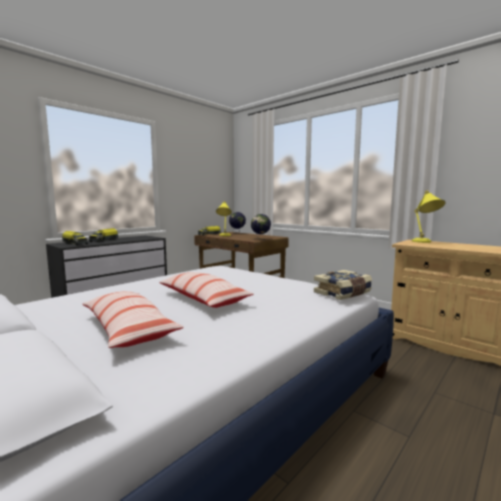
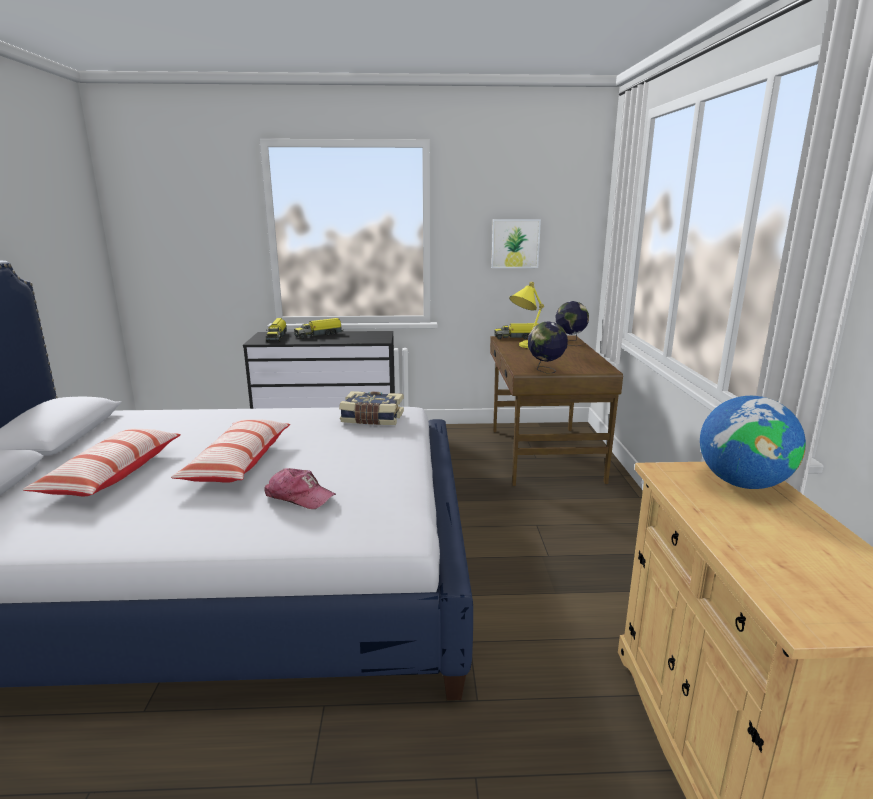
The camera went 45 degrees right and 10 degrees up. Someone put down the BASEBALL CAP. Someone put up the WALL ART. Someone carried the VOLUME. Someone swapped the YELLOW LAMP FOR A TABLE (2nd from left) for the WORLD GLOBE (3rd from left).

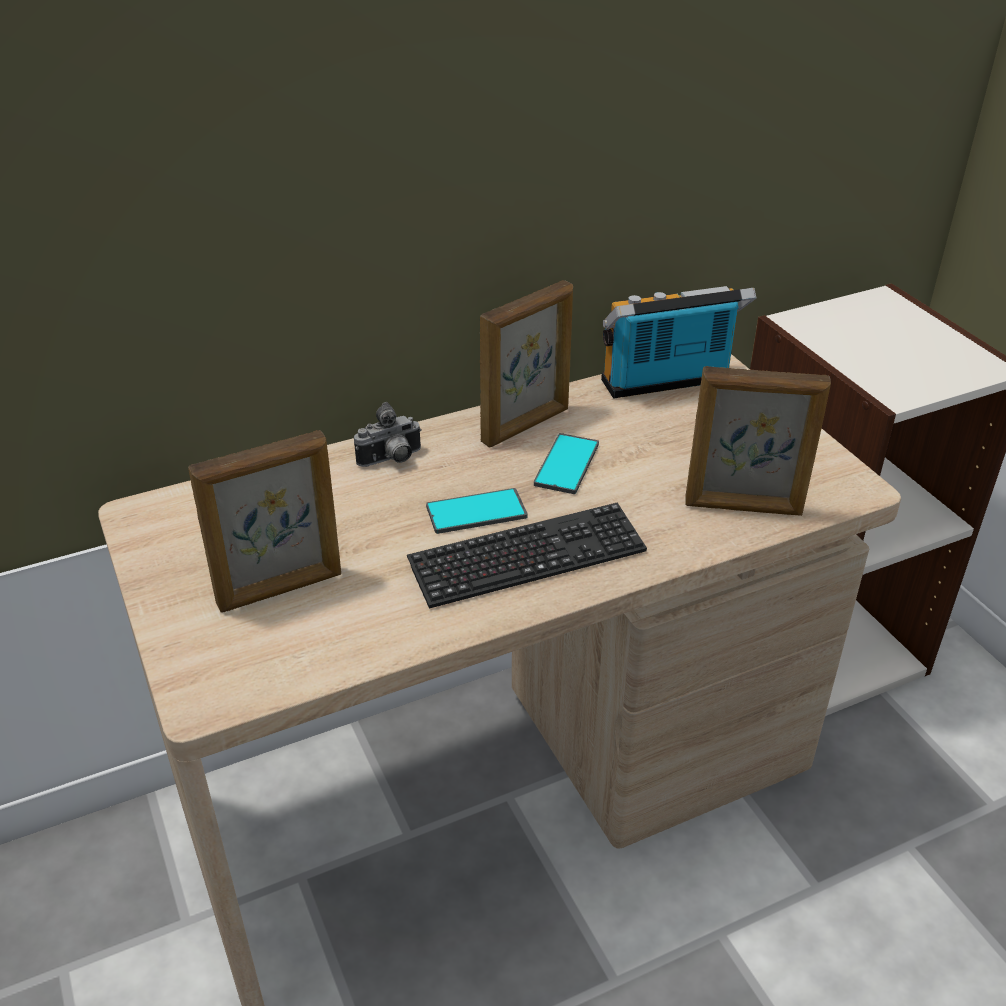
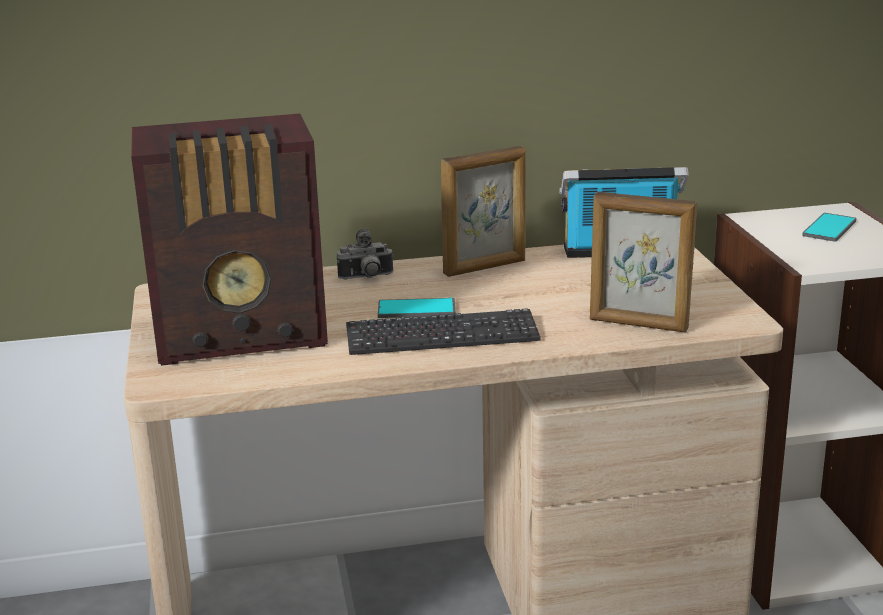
The camera went 15 degrees right and 15 degrees down. Someone carried the HANDSET (2nd from left). Someone swapped the PICTURE FRAME (1st from left) for the RADIO SET (1st from left).

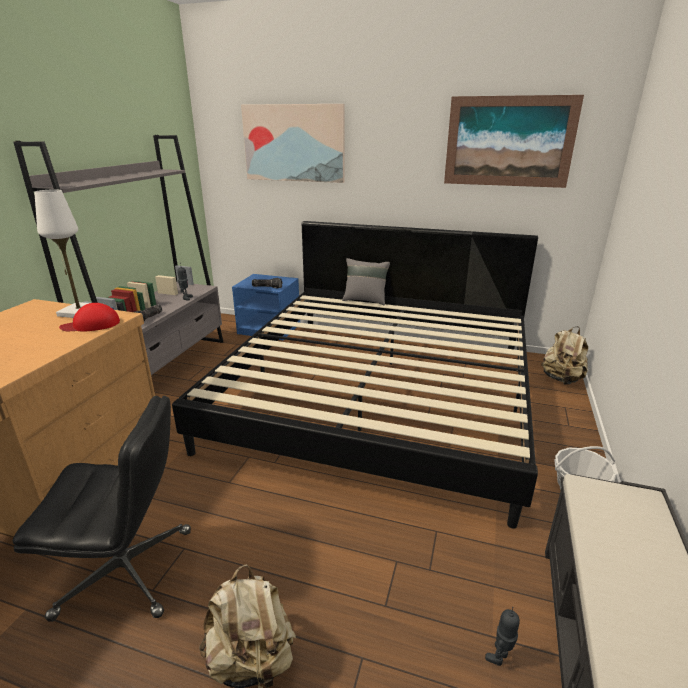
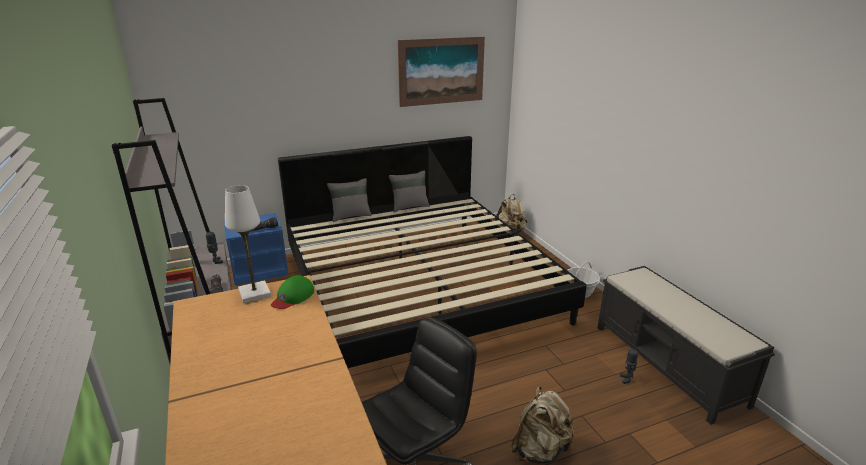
The camera went 40 degrees left and 0 degrees up. Someone took away the WALL ART (1st from left). Someone put down the GREY PILLOW (2nd from left). Someone repainted the REDDISH BASEBALL CAP, which became the GREEN-COLOURED BASEBALL CAP.

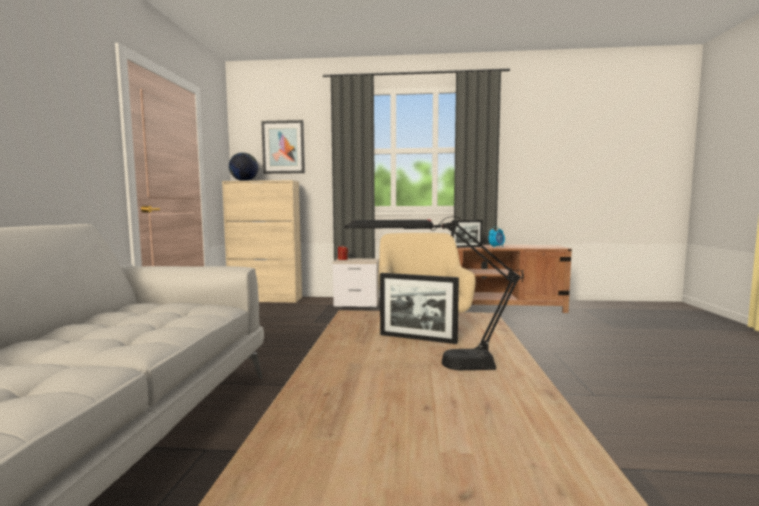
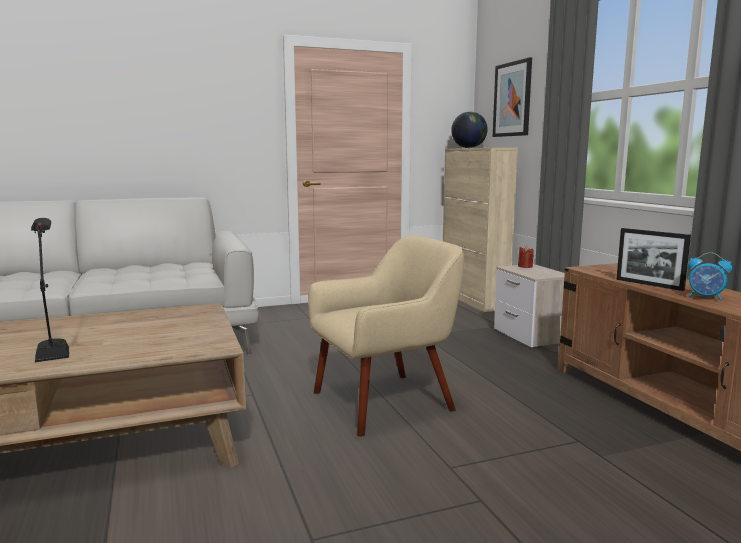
The camera went 65 degrees right and 5 degrees up. Someone took away the PICTURE FRAME (1st from left).

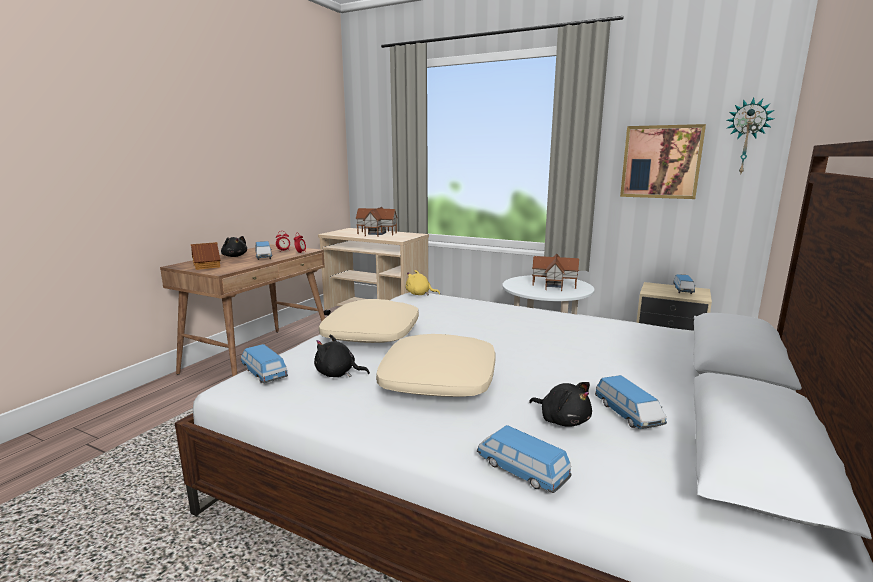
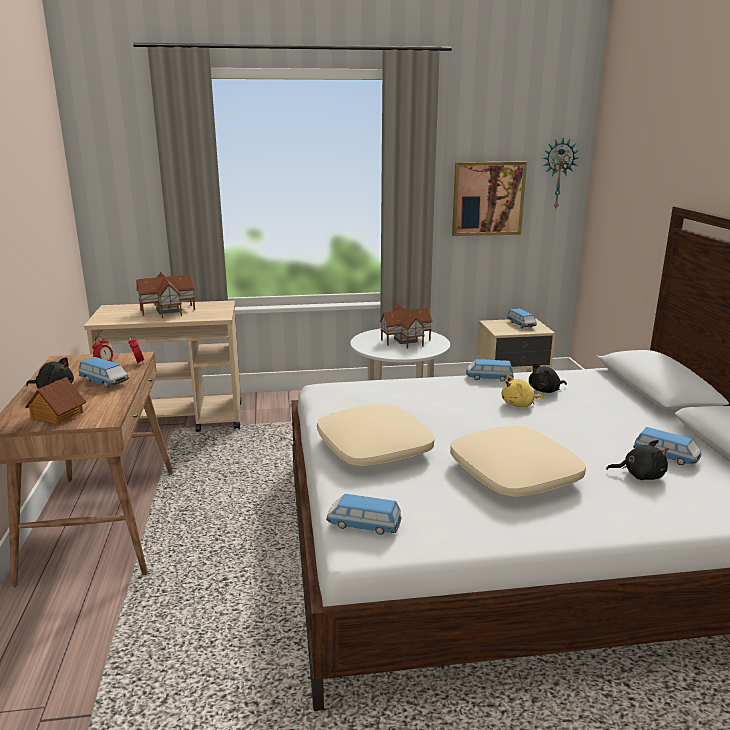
The camera went 35 degrees left and 5 degrees up. Someone carried the BLACK-COLOURED PLUSH TOY (2nd from left). Someone carried the YELLOW PLUSH TOY. Someone carried the MINIATURE CAR (3rd from left).

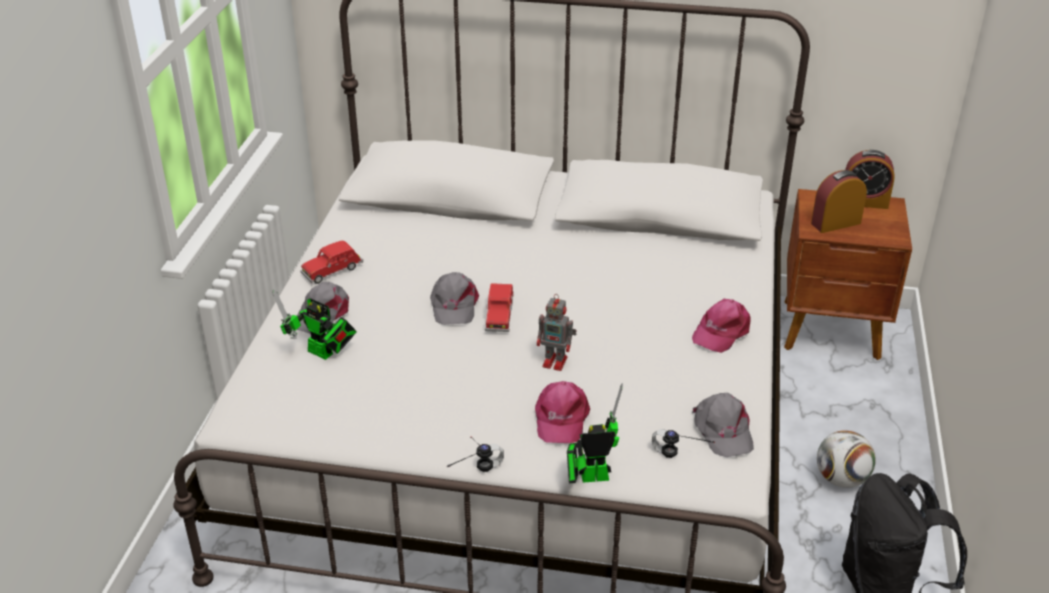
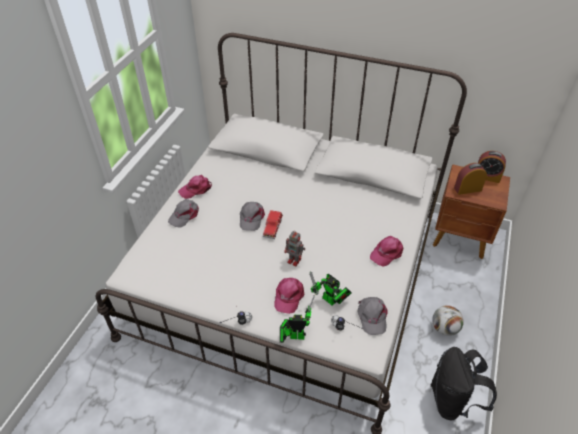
The camera went 10 degrees right and 10 degrees up. Someone carried the ROBOT FIGURE (1st from left in the first image). Someone swapped the REDDISH MINIATURE CAR (1st from left) for the PINK-COLOURED BASEBALL CAP (1st from left).

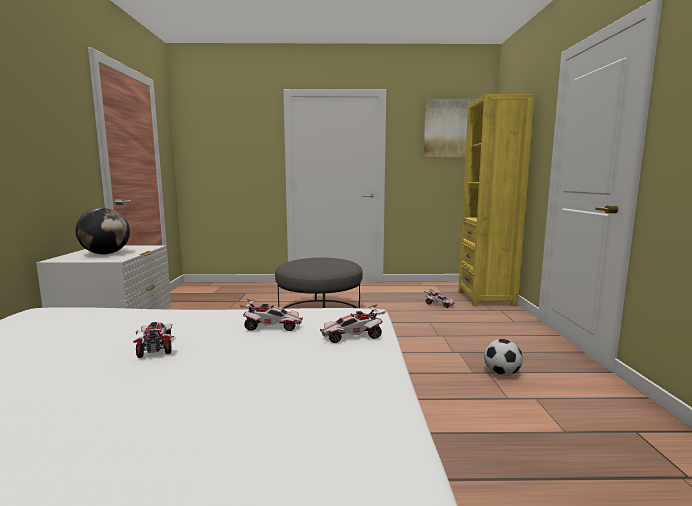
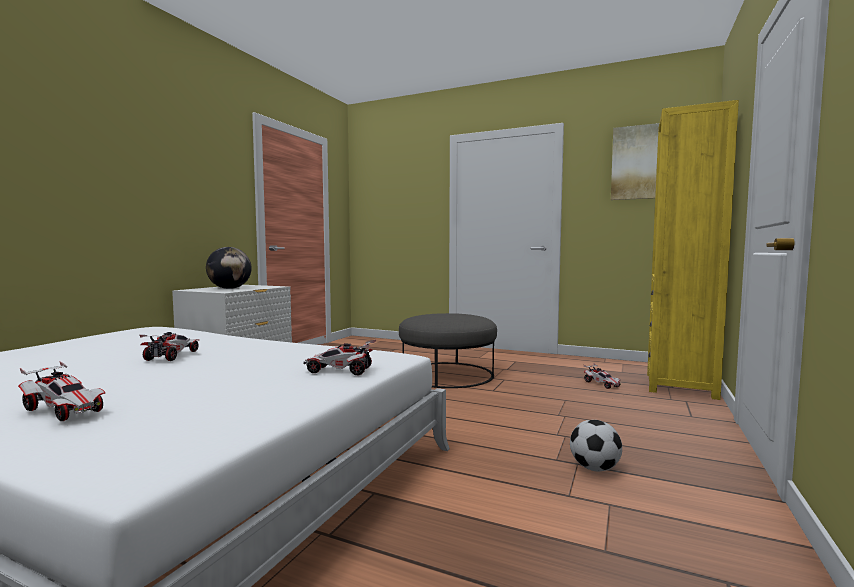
The camera went 25 degrees right and 5 degrees down. Someone carried the MINIATURE CAR (2nd from left in the first image).

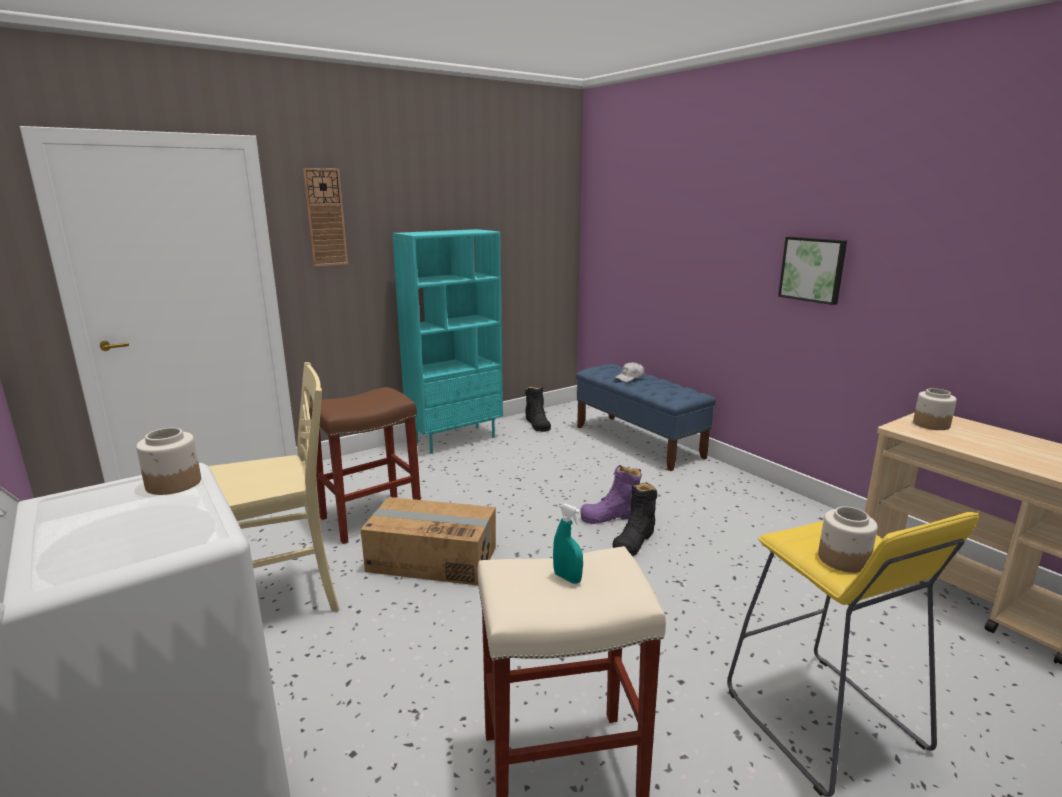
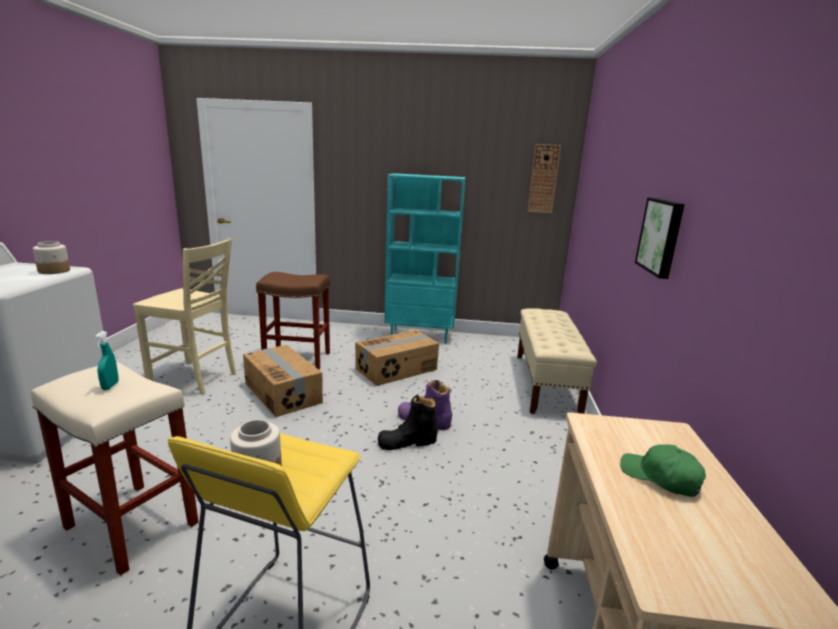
The camera went 40 degrees right and 0 degrees up. Someone took away the BLACK-COLOURED TALL BOOT (1st from left). Someone took away the WHITE BASEBALL CAP. Someone took away the JAR (3rd from left). Someone put down the CARDBOARD BOX (2nd from left). Someone put down the GREEN-COLOURED BASEBALL CAP. Someone carried the HANGING CLOCK. Someone repainted the BLUE INDOOR BENCH, which became the BEIGE-COLOURED INDOOR BENCH.

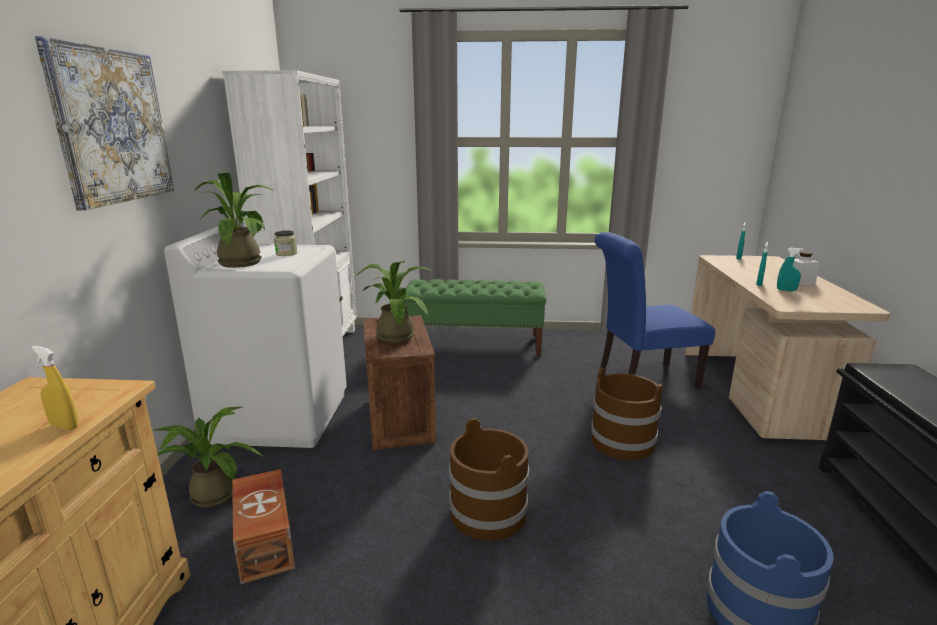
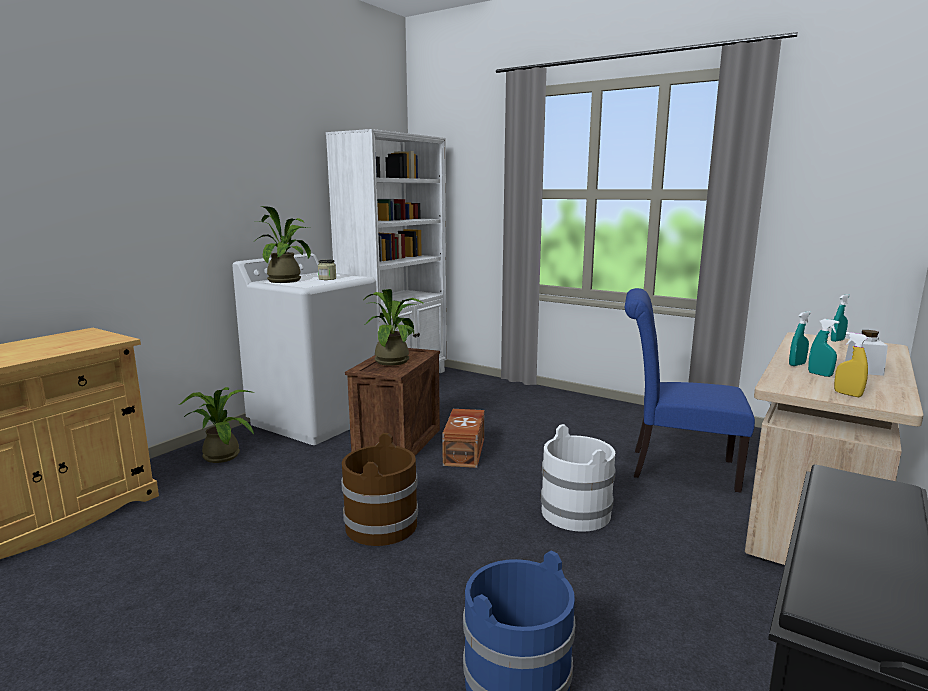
The camera went 30 degrees right and 5 degrees down. Someone took away the WALL ART. Someone took away the GREEN-COLOURED INDOOR BENCH. Someone carried the YELLOW SPRAY BOTTLE. Someone carried the BROWNISH STORAGE CONTAINER. Someone repainted the BROWNISH PAIL (2nd from left), which became the WHITE PAIL.

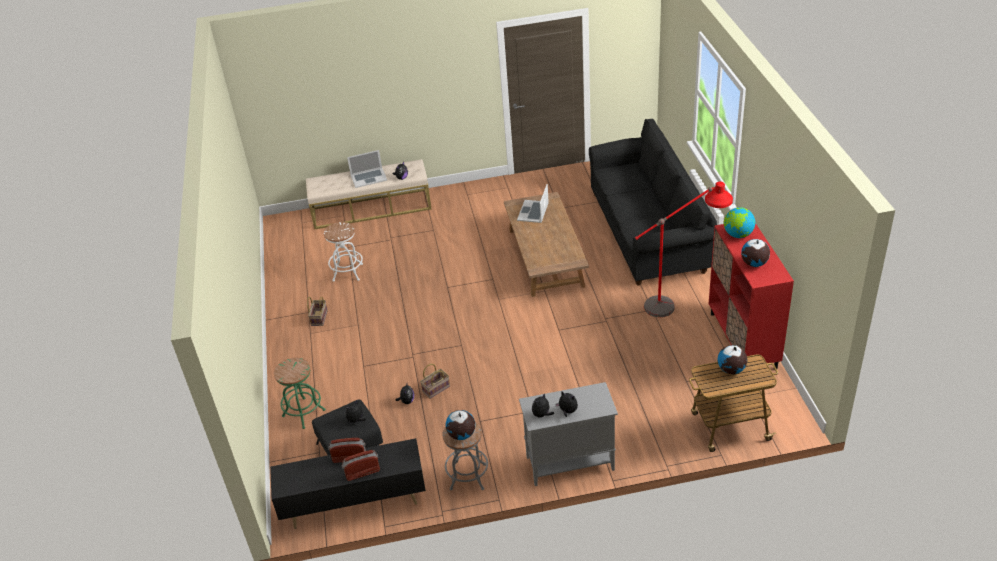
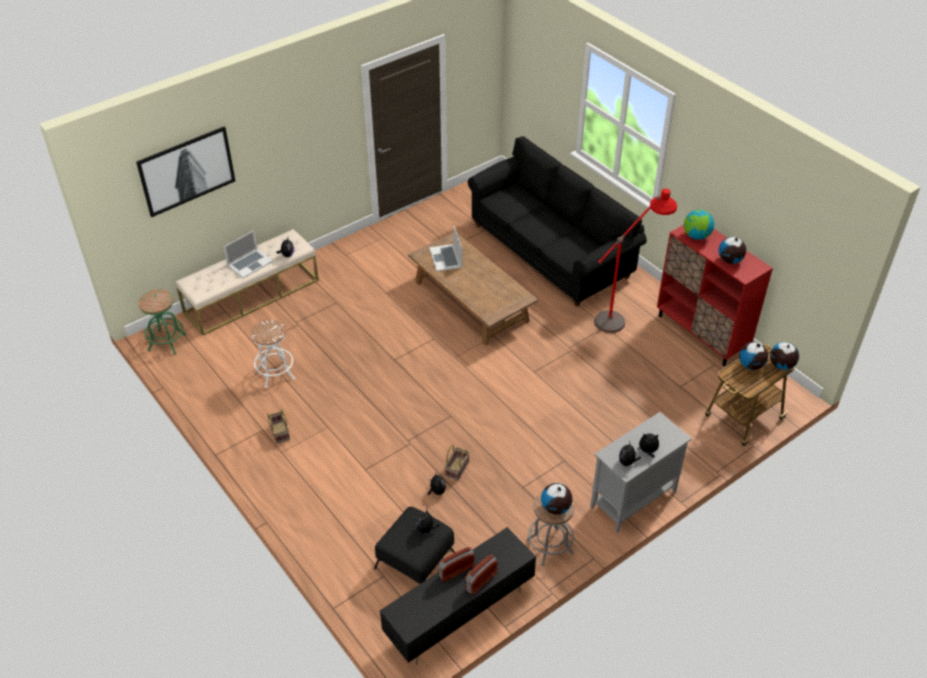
The camera went 30 degrees left and 5 degrees up. Someone put up the WALL ART. Someone put down the WORLD GLOBE (5th from left). Someone carried the GREEN-COLOURED STOOL.

